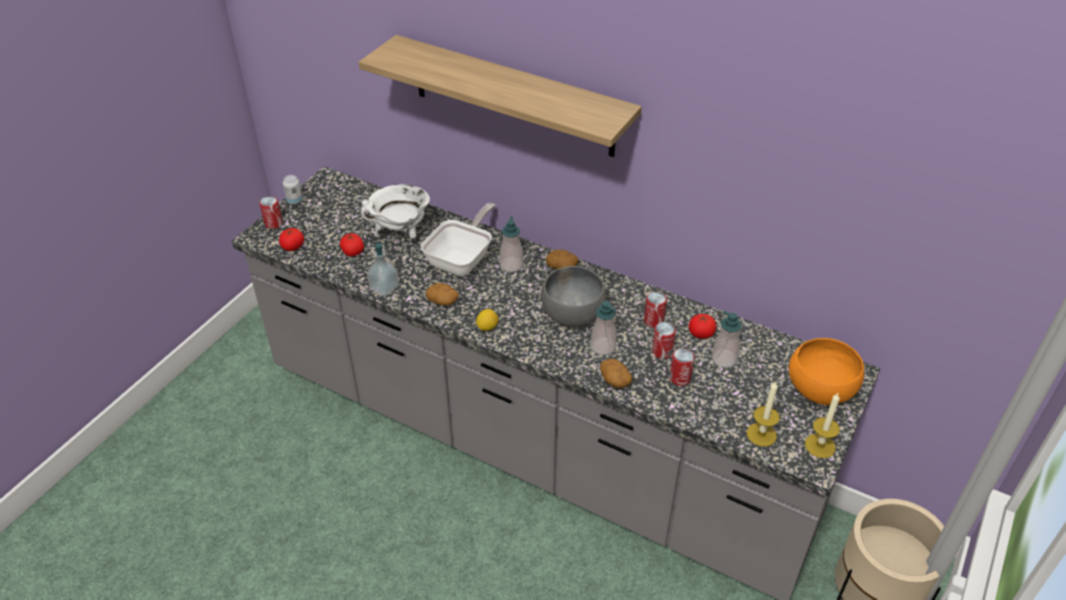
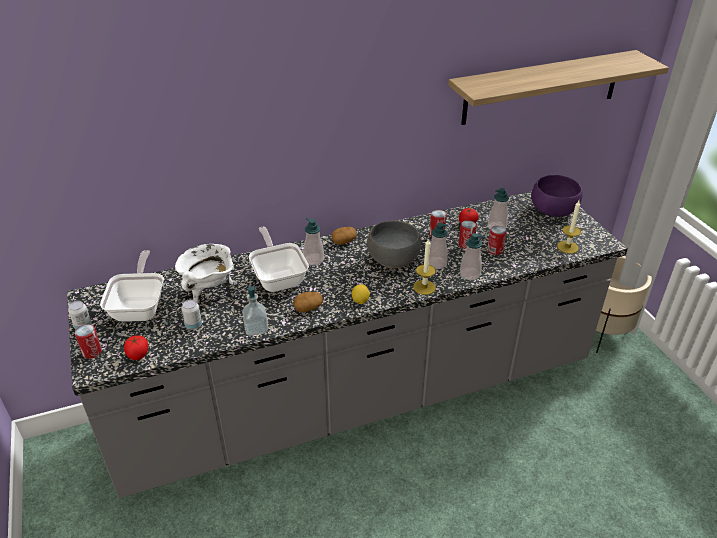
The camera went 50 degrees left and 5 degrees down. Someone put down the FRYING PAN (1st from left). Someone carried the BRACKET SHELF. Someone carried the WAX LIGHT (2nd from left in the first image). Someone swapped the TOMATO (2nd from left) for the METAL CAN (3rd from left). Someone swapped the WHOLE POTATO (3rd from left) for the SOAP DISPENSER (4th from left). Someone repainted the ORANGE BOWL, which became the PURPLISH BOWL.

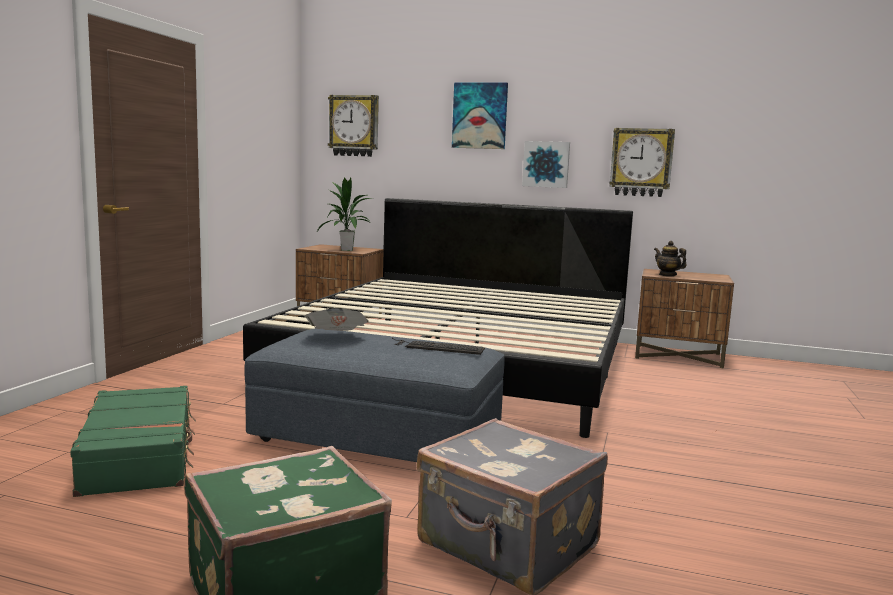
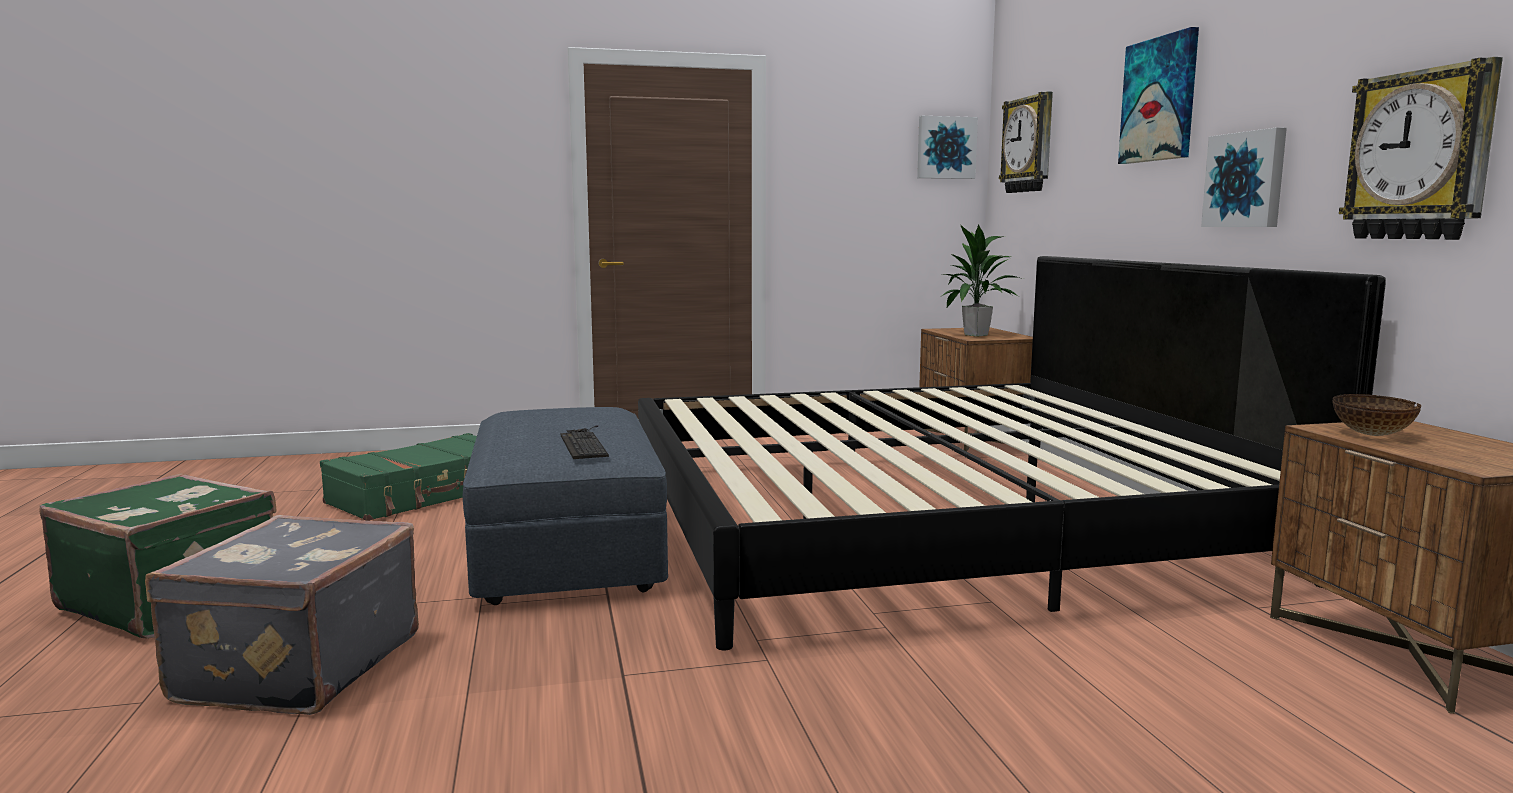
The camera went 60 degrees right and 0 degrees up. Someone took away the NEWSPAPER. Someone put up the WALL ART (1st from left). Someone swapped the POT FOR TEA for the BOWL.

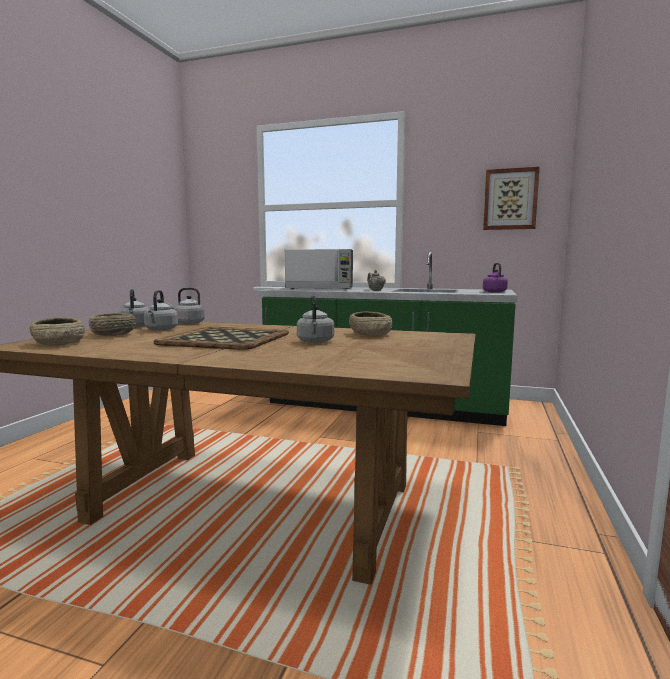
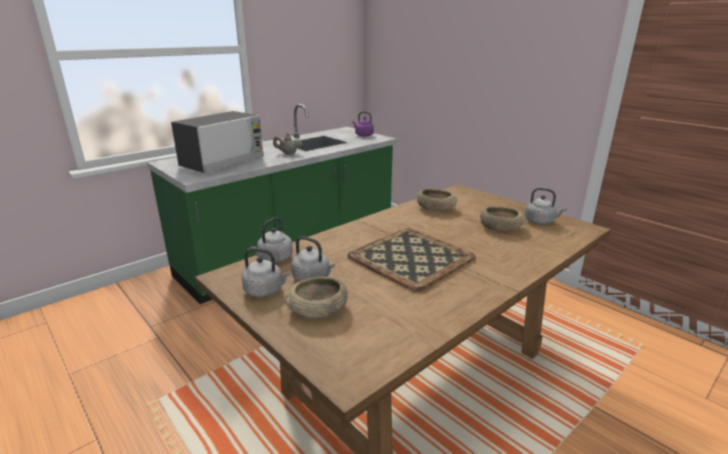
The camera went 60 degrees left and 15 degrees up. Someone took away the WALL ART. Someone carried the BEIGE-COLOURED BOWL (1st from left in the first image). Someone carried the GREY WATER KETTLE (4th from left).

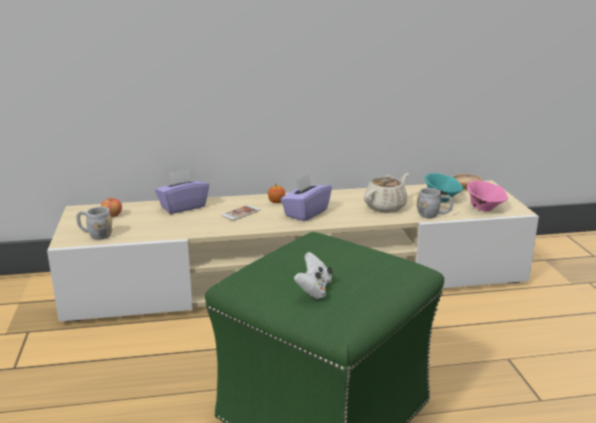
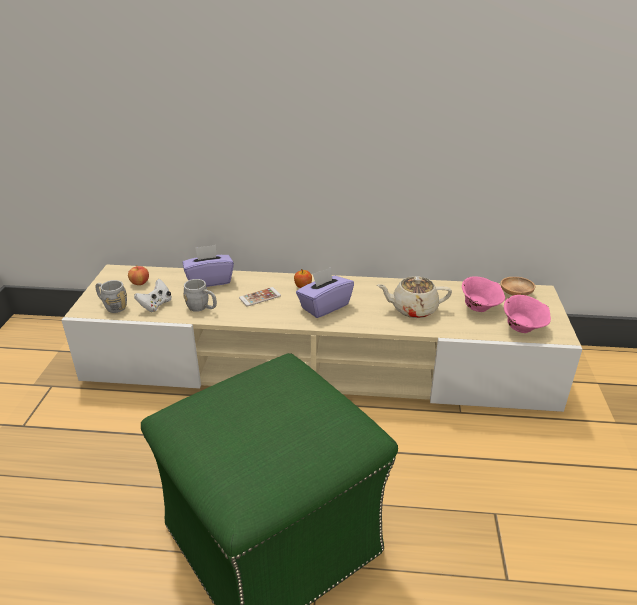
The camera went 15 degrees right and 10 degrees up. Someone carried the WHITE JOYPAD. Someone carried the GREY TEA MUG (2nd from left). Someone repainted the TURQUOISE BOWL, which became the PINK-COLOURED BOWL (1st from left). Someone rotated the BEIGE-COLOURED POT FOR TEA by 150 degrees counterclockwise.

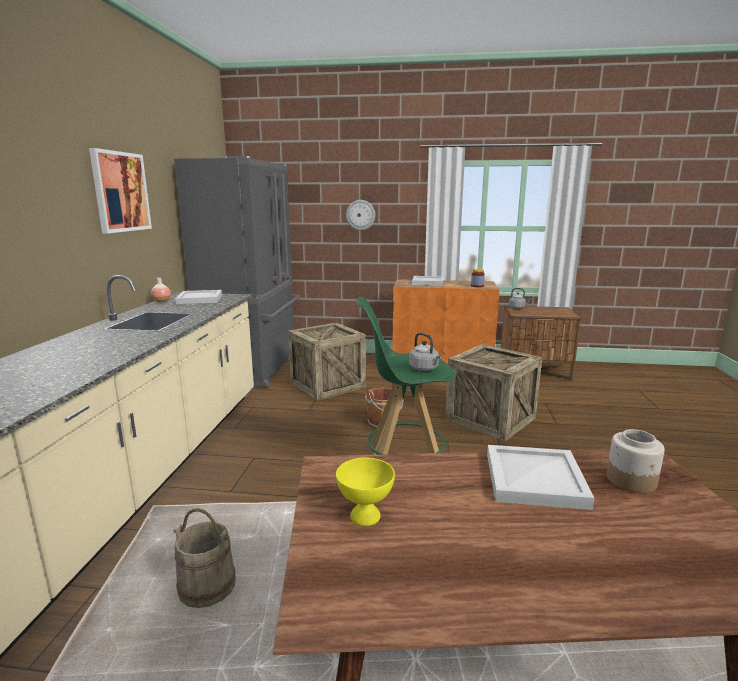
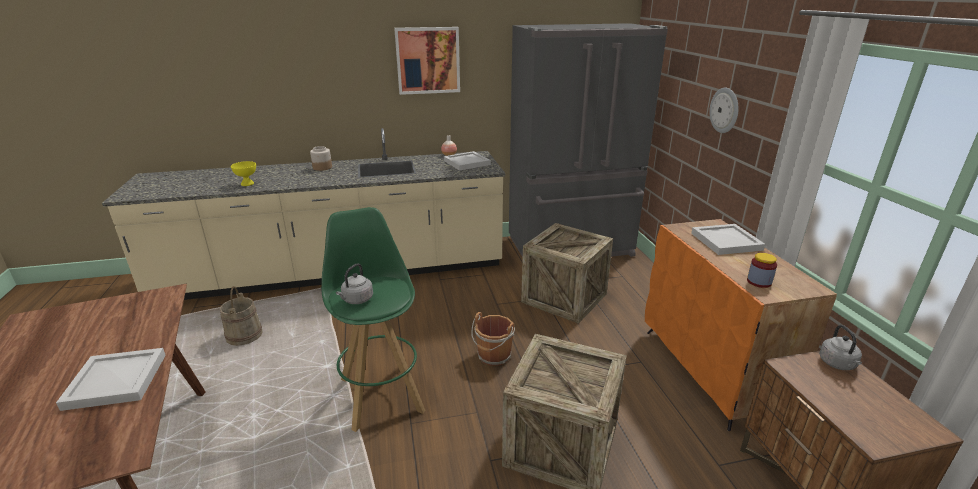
The camera went 70 degrees right and 10 degrees up. Someone carried the YELLOW BOWL. Someone carried the JAR (2nd from left in the first image).

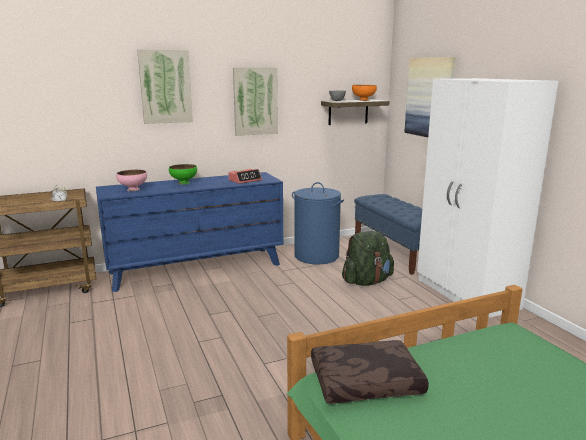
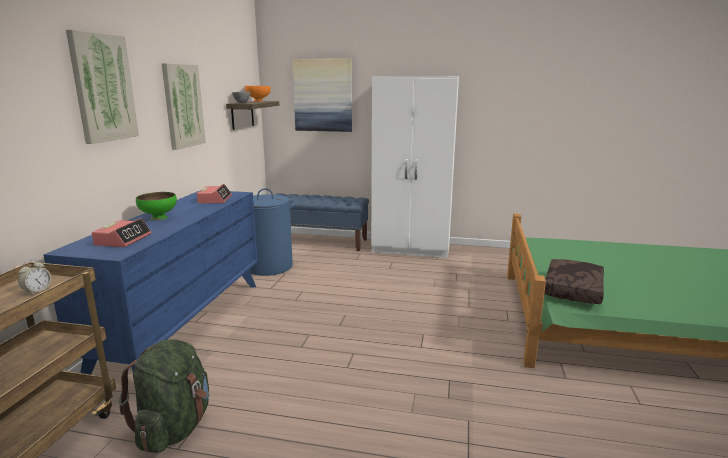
The camera went 55 degrees left and 0 degrees up. Someone carried the GREEN-COLOURED RUCKSACK. Someone swapped the PINK-COLOURED BOWL for the ALARM CLOCK (2nd from left).

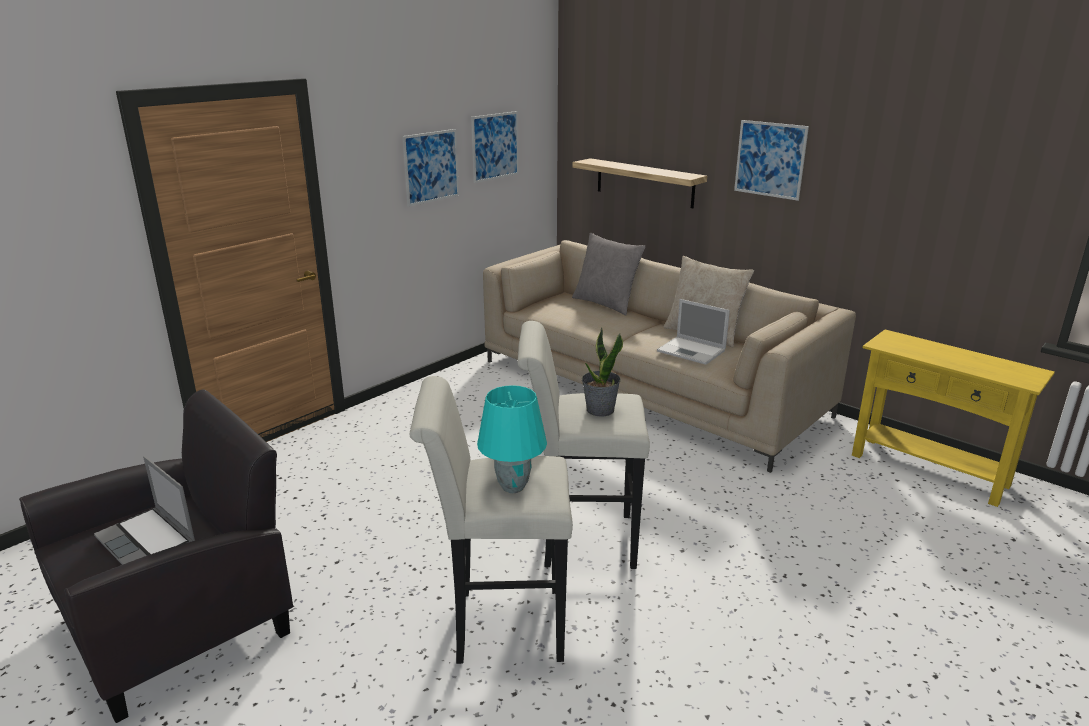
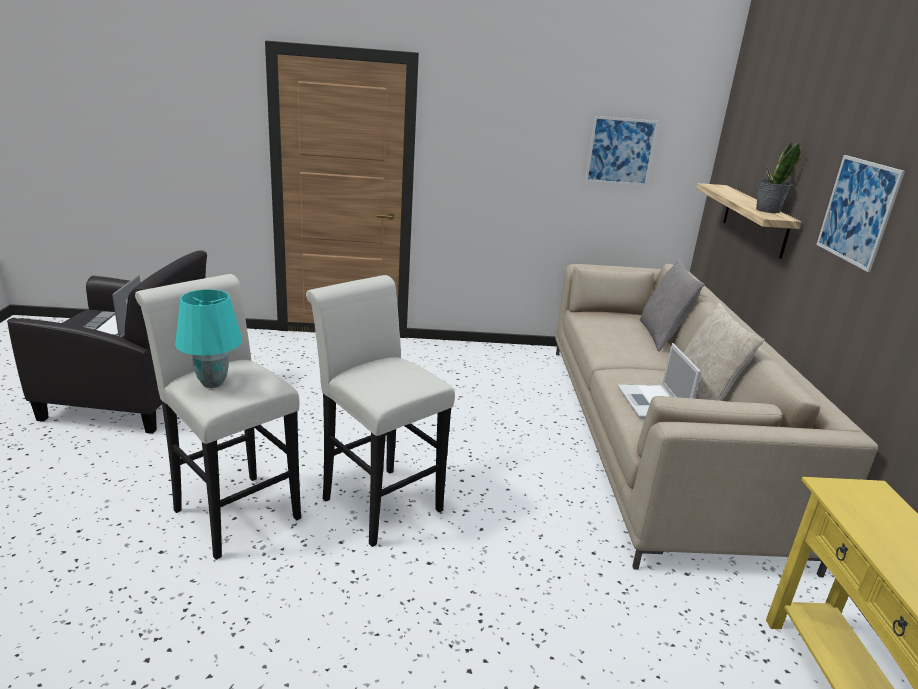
The camera went 45 degrees right and 0 degrees up. Someone took away the WALL ART (1st from left). Someone carried the POTTED PLANT.

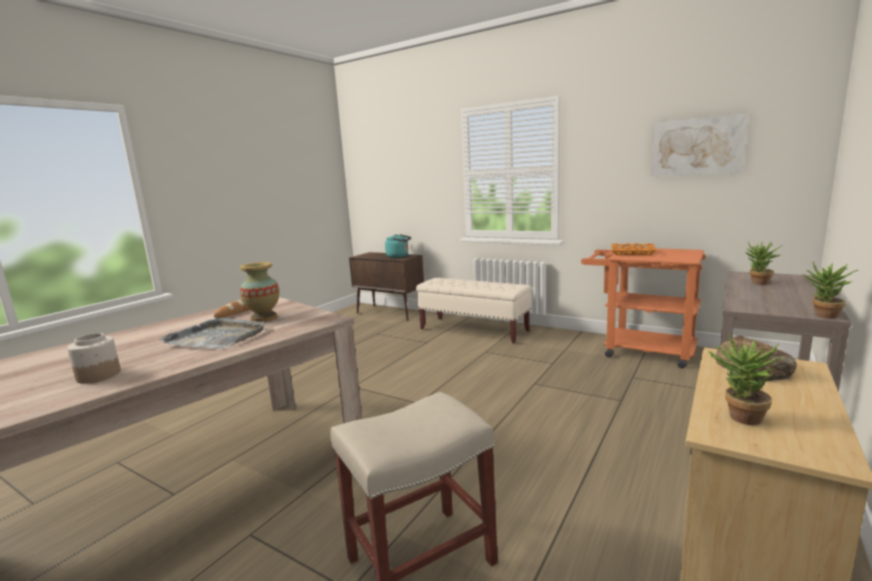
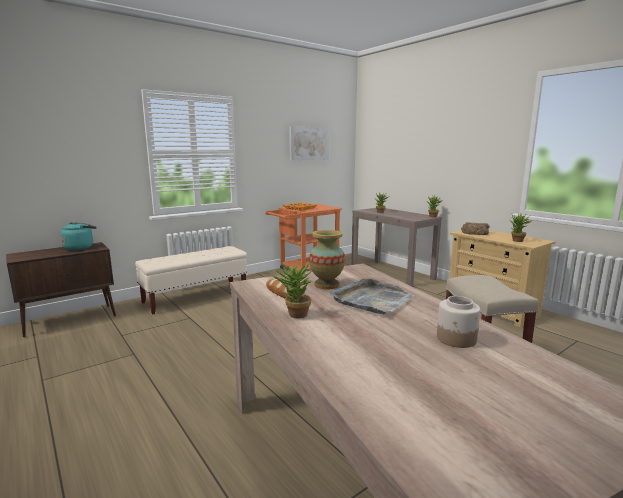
The camera went 70 degrees left and 0 degrees up. Someone put down the POTTED PLANT (1st from left).

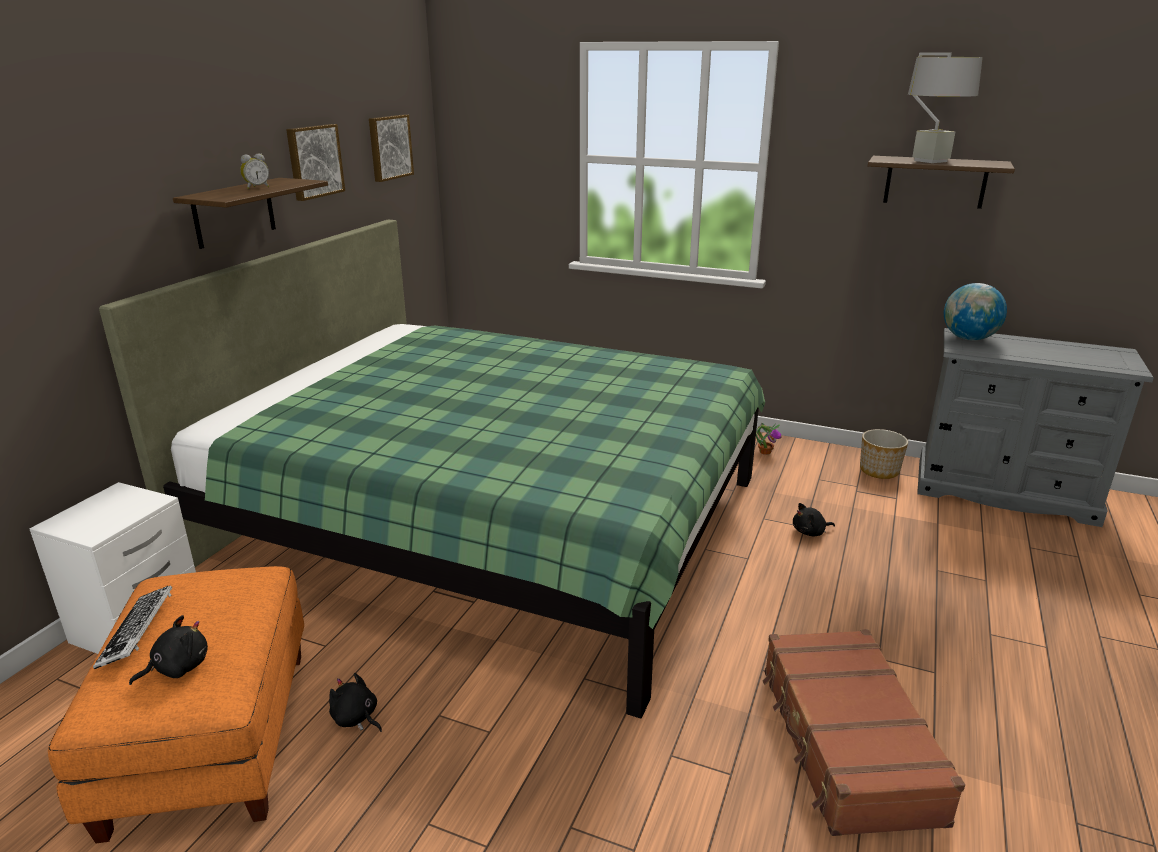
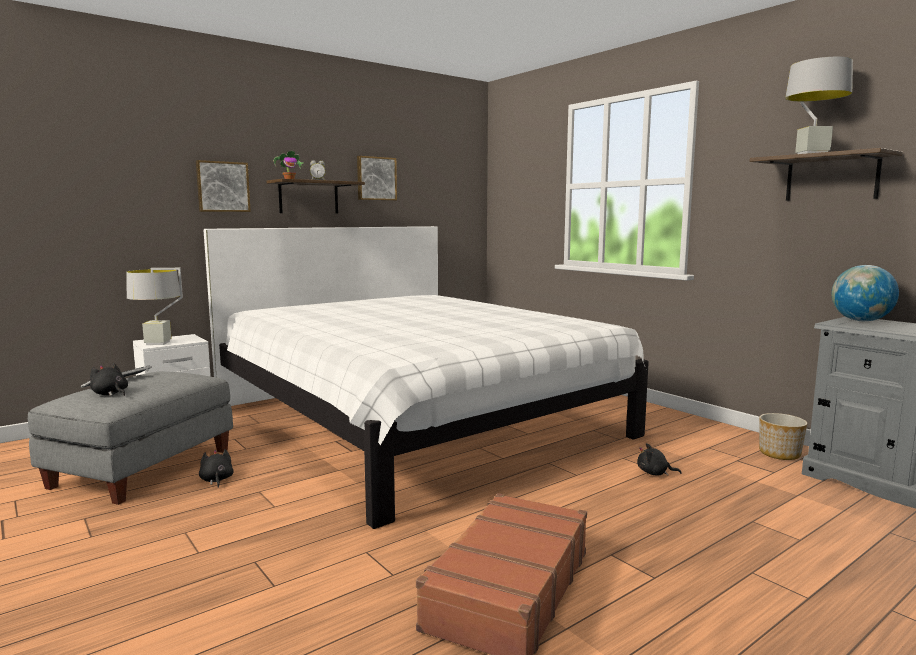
The camera went 30 degrees right and 15 degrees down. Someone put down the GREY LAMP FOR A TABLE (1st from left). Someone carried the WALL ART (2nd from left in the first image). Someone carried the POTTED PLANT. Someone repainted the ORANGE OTTOMAN, which became the GREY OTTOMAN. Someone repainted the GREEN-COLOURED BED, which became the WHITE BED. Someone rotated the BLACK-COLOURED PLUSH TOY (1st from left) by 135 degrees counterclockwise.

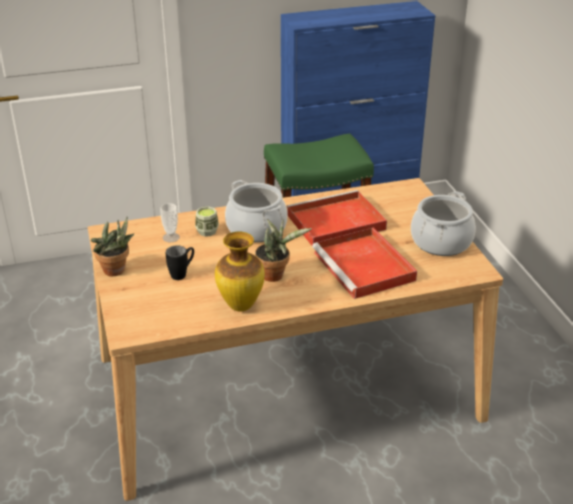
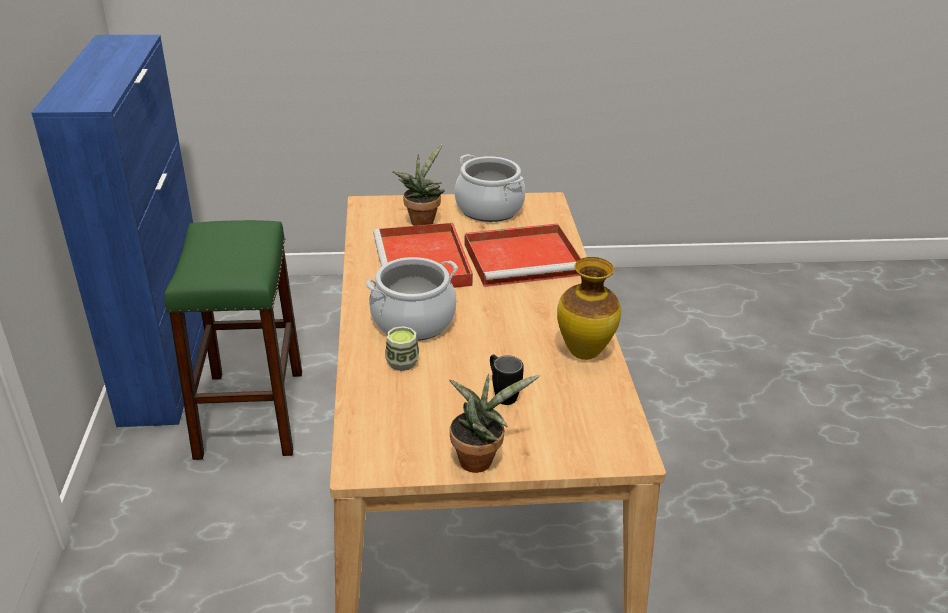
The camera went 80 degrees left and 0 degrees up. Someone took away the CUP (1st from left). Someone carried the POTTED PLANT (2nd from left in the first image).

